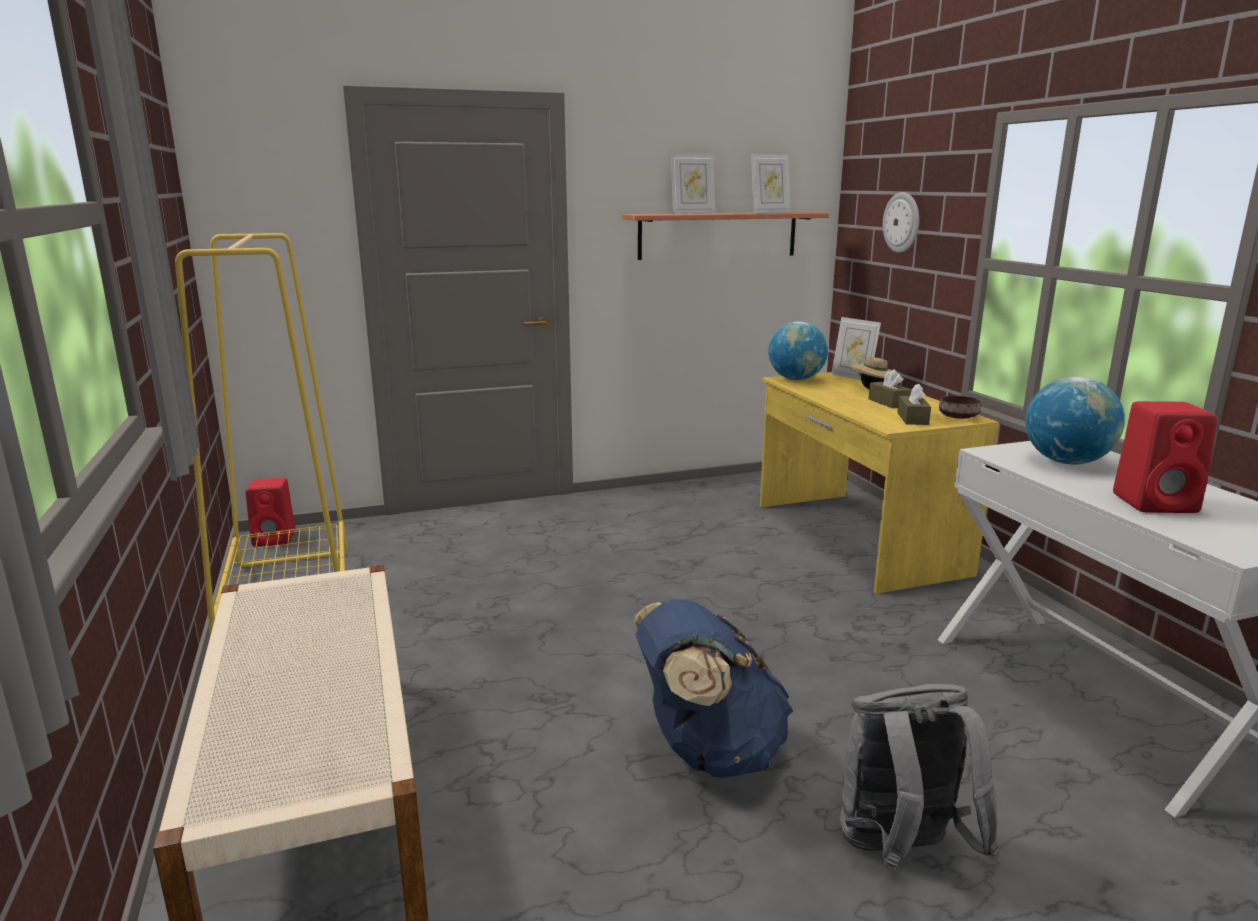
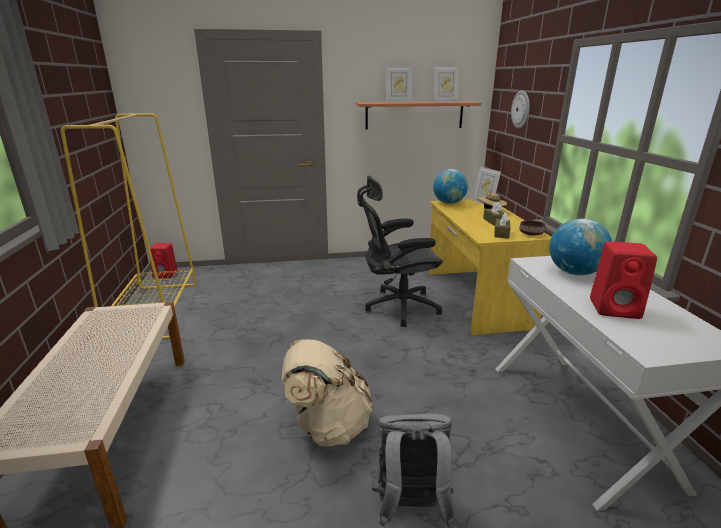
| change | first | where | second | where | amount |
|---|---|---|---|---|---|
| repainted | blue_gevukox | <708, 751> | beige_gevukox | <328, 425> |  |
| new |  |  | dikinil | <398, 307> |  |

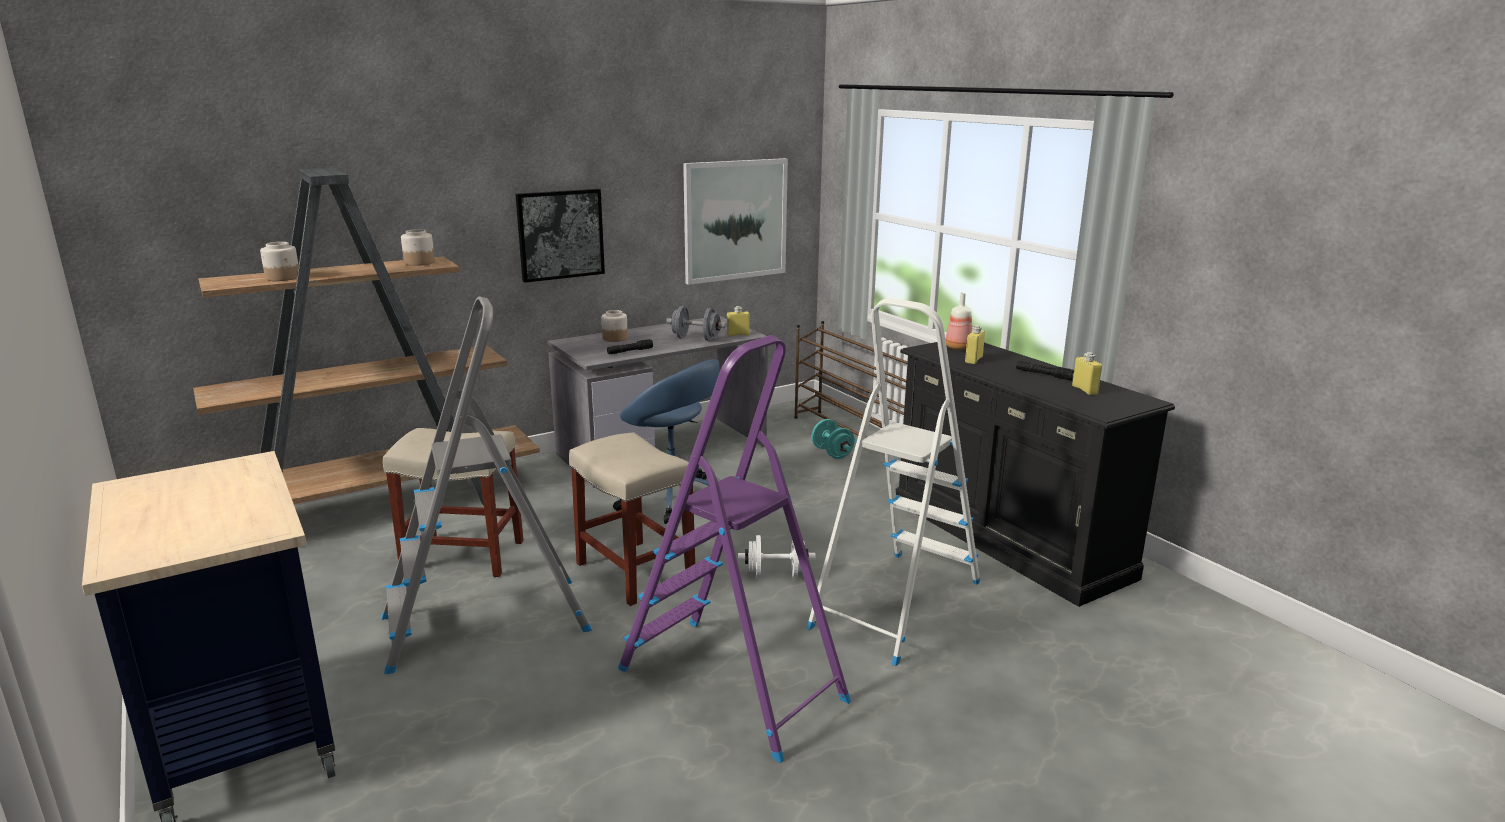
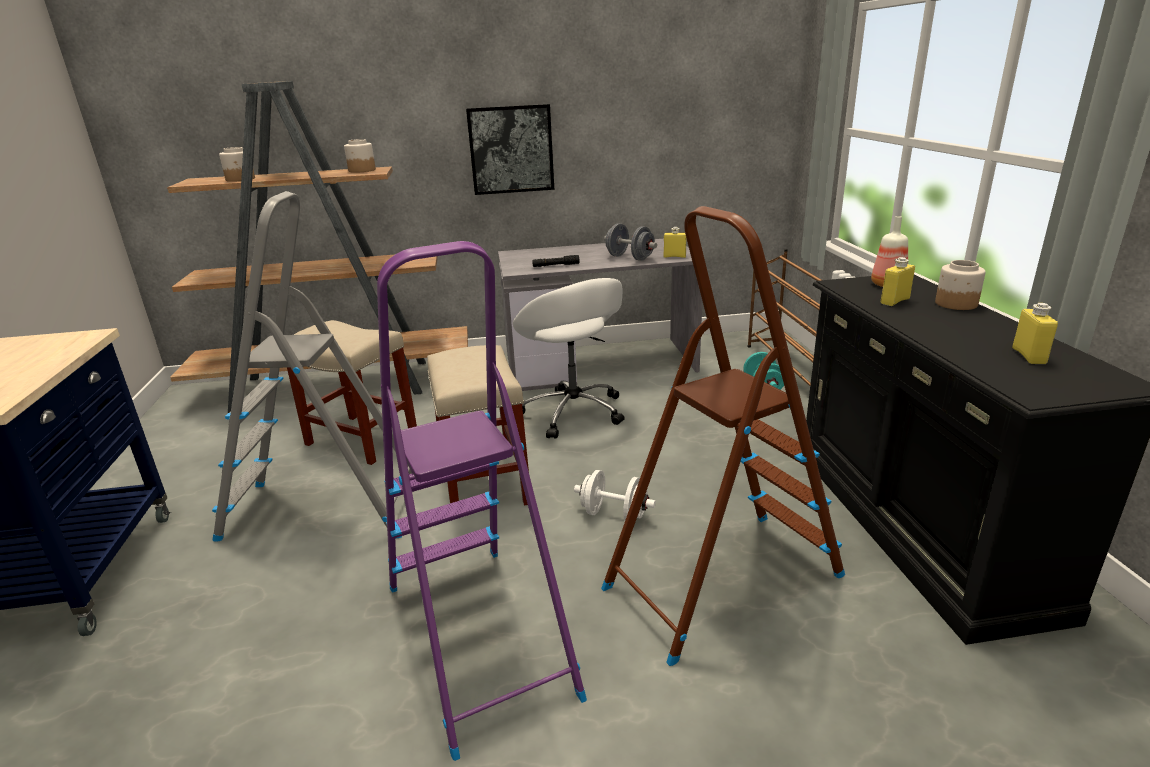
| change | first | where | second | where | amount |
|---|---|---|---|---|---|
| gone | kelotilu | <735, 220> |  |  |  |
| repainted | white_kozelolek | <897, 603> | brown_kozelolek | <724, 580> |  |
| shifted | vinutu | <614, 338> |  | <955, 304> |  |
| repainted | blue_dikinil | <673, 499> | white_dikinil | <573, 414> |  |
| gone | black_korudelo | <1044, 375> |  |  |  |

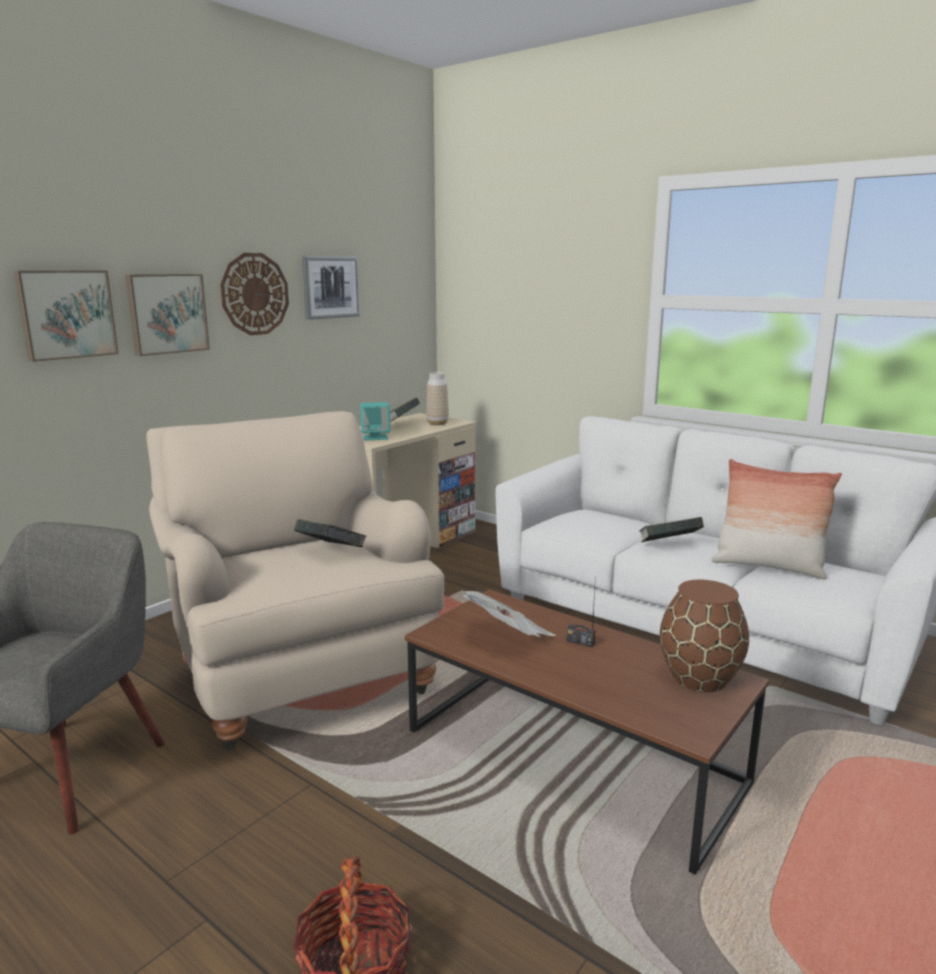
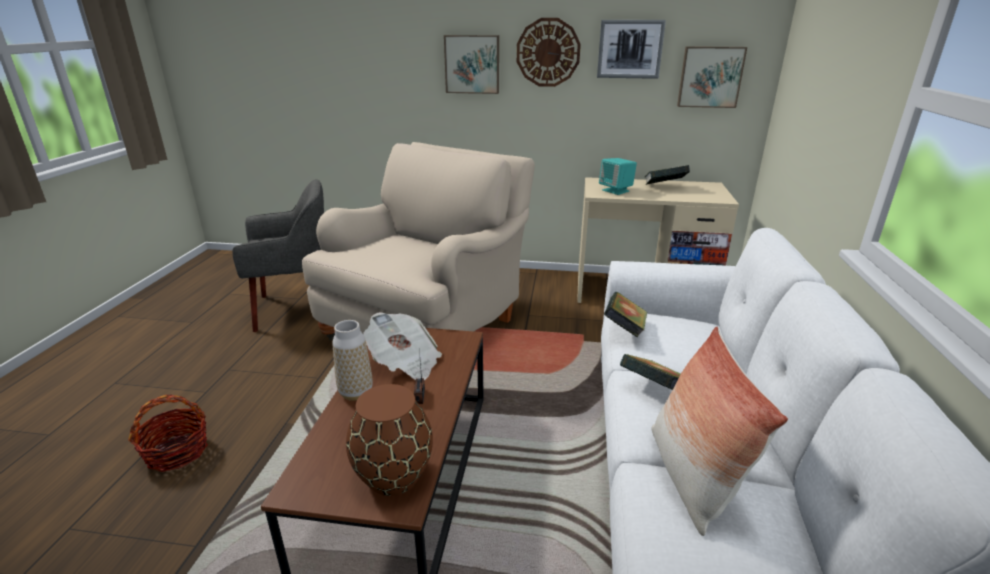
| change | first | where | second | where | amount |
|---|---|---|---|---|---|
| shifted | kelotilu | <66, 314> |  | <710, 77> |  |
| shifted | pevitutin | <437, 423> |  | <356, 393> |  |
| shifted | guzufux | <331, 553> |  | <624, 329> |  |

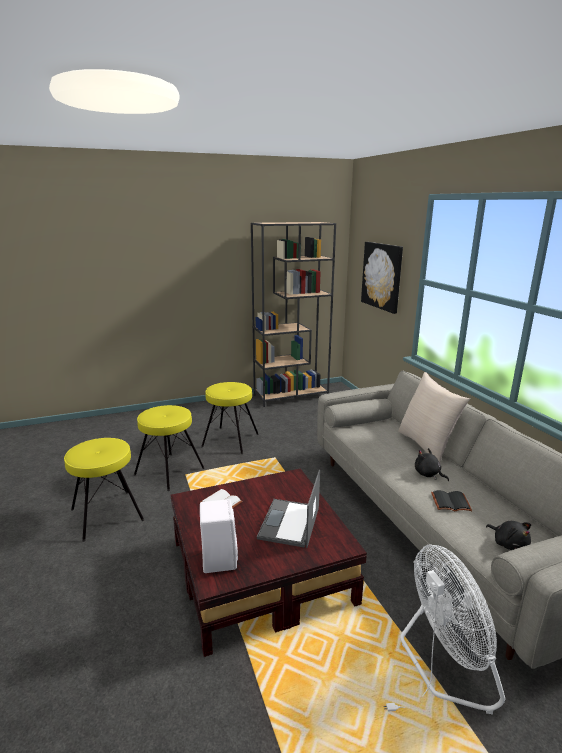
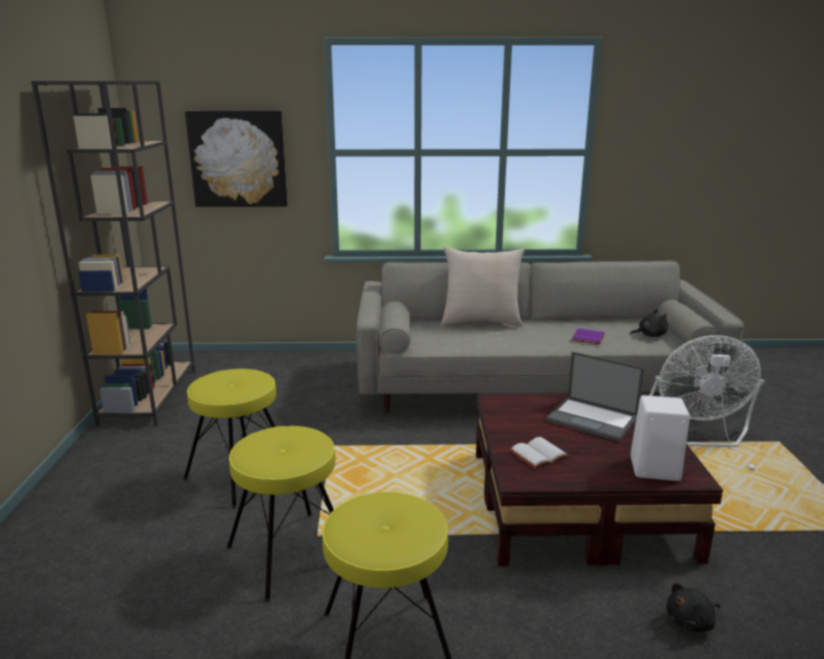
| change | first | where | second | where | amount |
|---|---|---|---|---|---|
| shifted | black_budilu | <428, 474> |  | <691, 622> |  |
| repainted | black_guzufux | <451, 502> | purple_guzufux | <587, 337> |  |

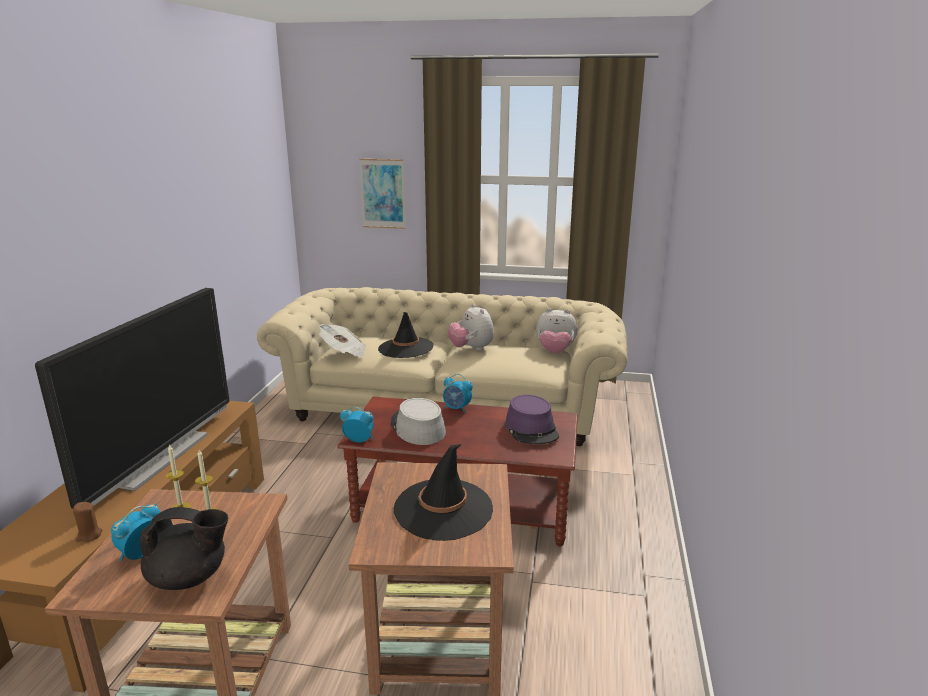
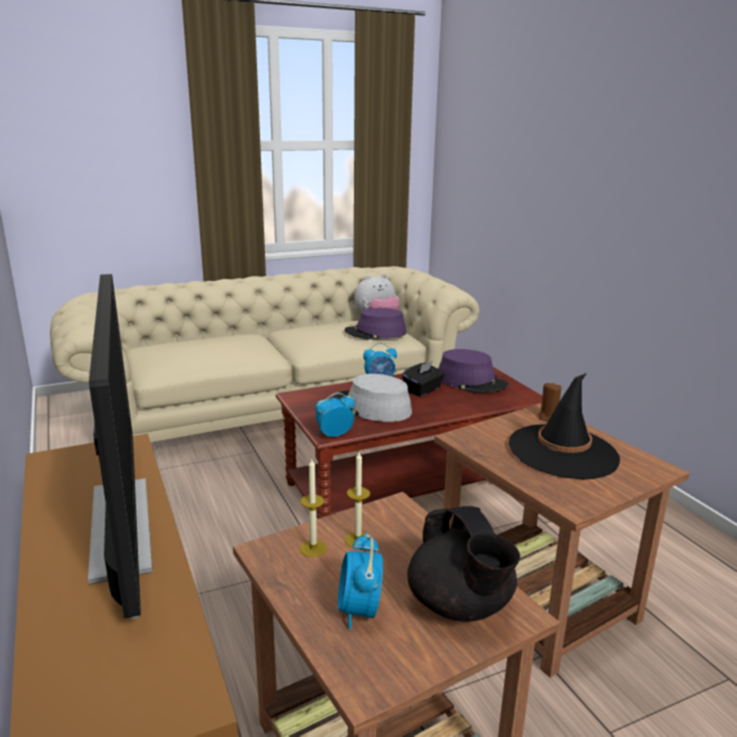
| change | first | where | second | where | amount |
|---|---|---|---|---|---|
| gone | kelotilu | <383, 193> |  |  |  |
| gone | budilu | <471, 349> |  |  |  |
| gone | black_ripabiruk | <405, 348> |  |  |  |
| gone | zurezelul | <344, 352> |  |  |  |
| shifted | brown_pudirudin | <89, 535> |  | <549, 417> |  |
| rotated | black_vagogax | <189, 578> |  | <460, 605> | 105 degrees clockwise |
| new |  |  | purple_ripabiruk | <375, 333> |  |
| new |  |  | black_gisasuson | <423, 390> |  |

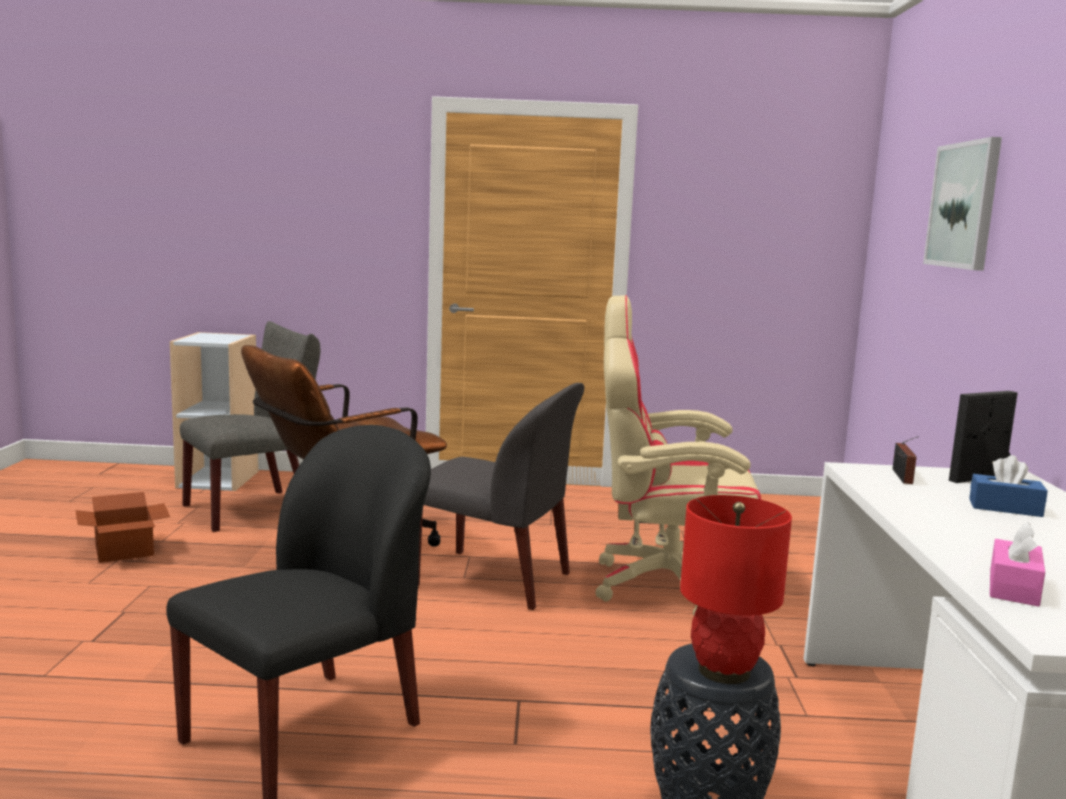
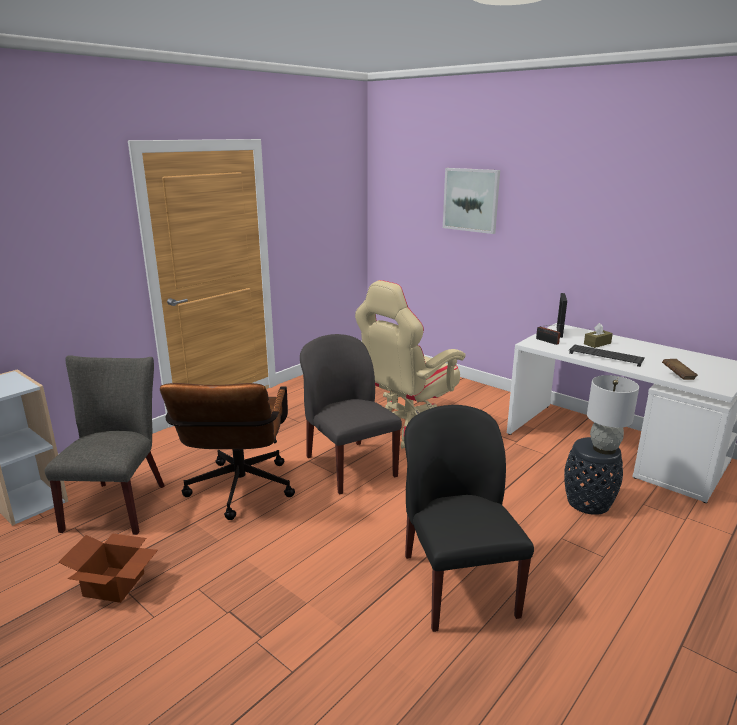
| change | first | where | second | where | amount |
|---|---|---|---|---|---|
| rotated | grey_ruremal | <496, 580> |  | <349, 466> | 90 degrees counterclockwise |
| repainted | blue_gisasuson | <1005, 508> | brown_gisasuson | <597, 343> |  |
| repainted | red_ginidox | <724, 671> | white_ginidox | <604, 449> |  |
| swapped | pink_gisasuson | <1013, 587> | brown_guzufux | <678, 376> |  |
| new |  |  | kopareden | <606, 356> |  |

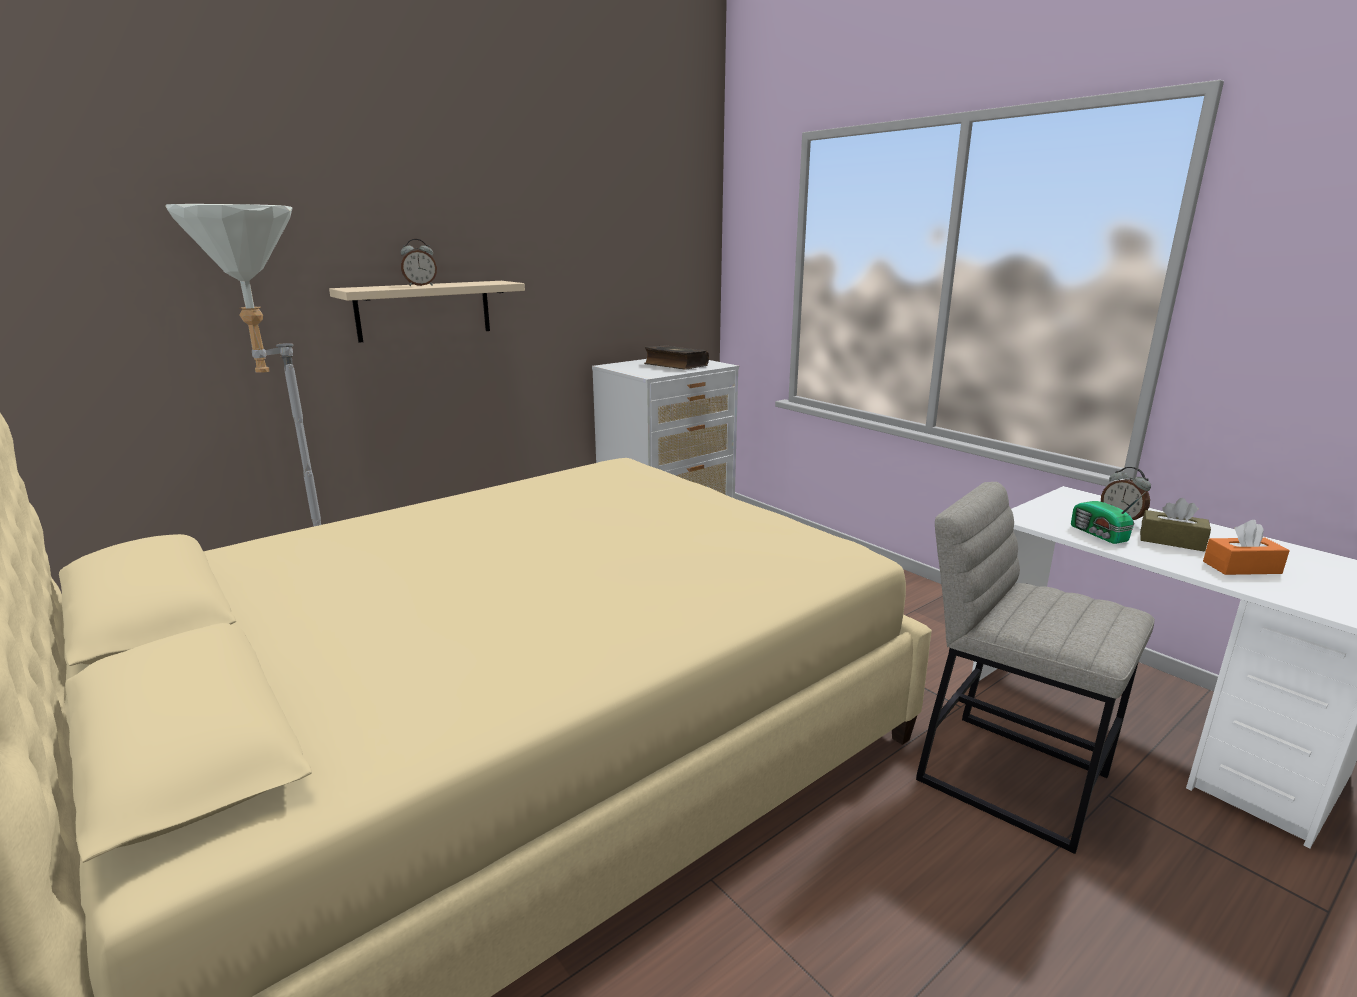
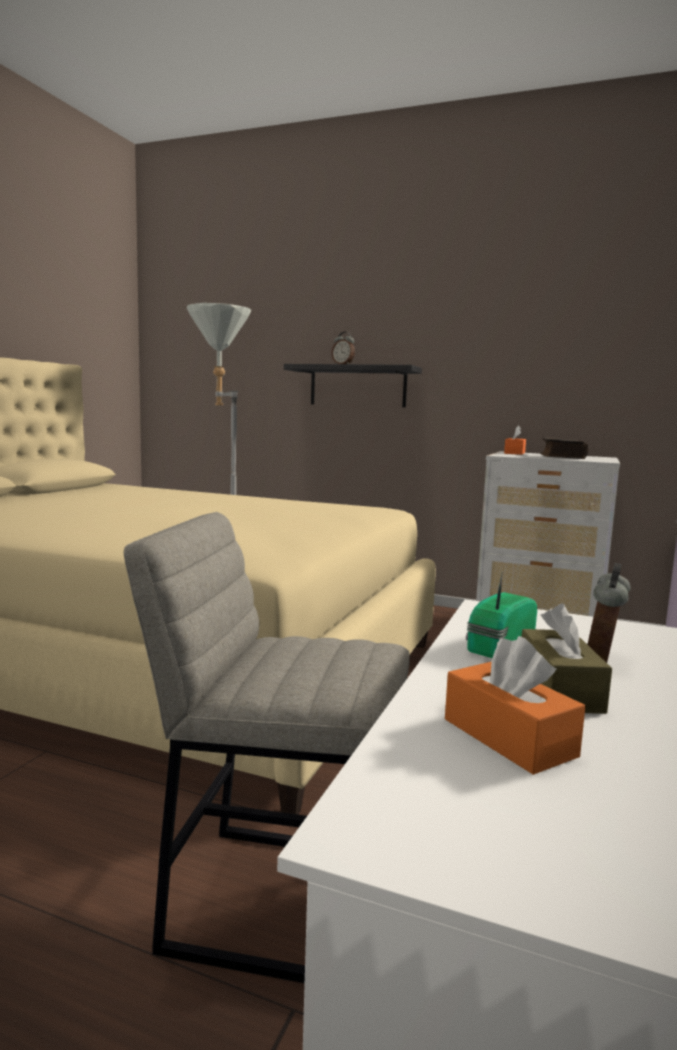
| change | first | where | second | where | amount |
|---|---|---|---|---|---|
| repainted | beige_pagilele | <424, 310> | black_pagilele | <358, 386> |  |
| rotated | grey_ruremal | <1007, 775> |  | <276, 900> | 90 degrees counterclockwise |
| new |  |  | orange_gisasuson | <514, 453> |  |

